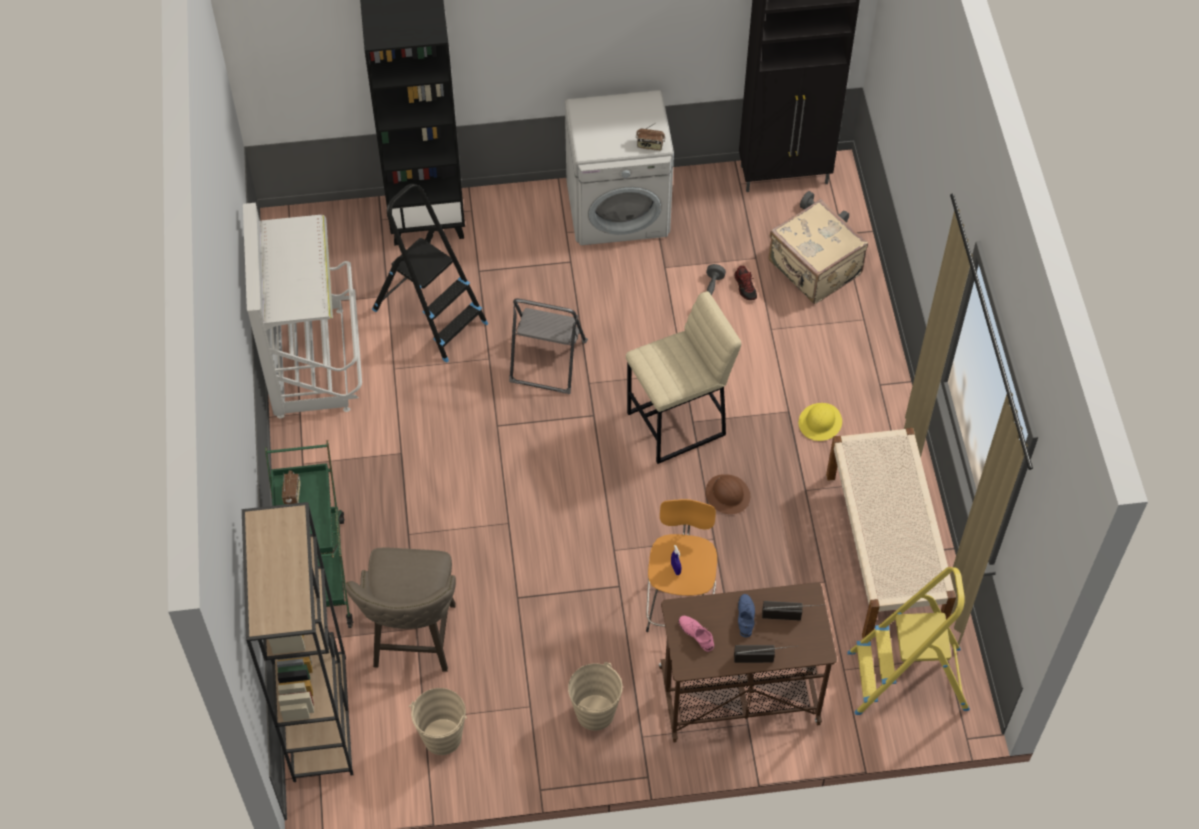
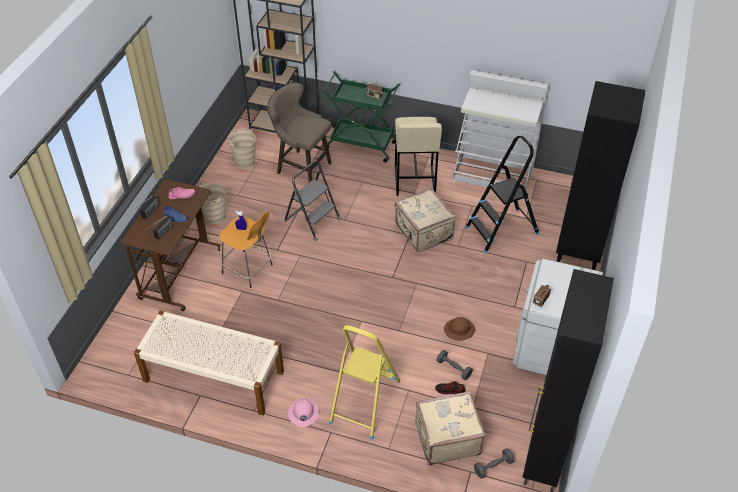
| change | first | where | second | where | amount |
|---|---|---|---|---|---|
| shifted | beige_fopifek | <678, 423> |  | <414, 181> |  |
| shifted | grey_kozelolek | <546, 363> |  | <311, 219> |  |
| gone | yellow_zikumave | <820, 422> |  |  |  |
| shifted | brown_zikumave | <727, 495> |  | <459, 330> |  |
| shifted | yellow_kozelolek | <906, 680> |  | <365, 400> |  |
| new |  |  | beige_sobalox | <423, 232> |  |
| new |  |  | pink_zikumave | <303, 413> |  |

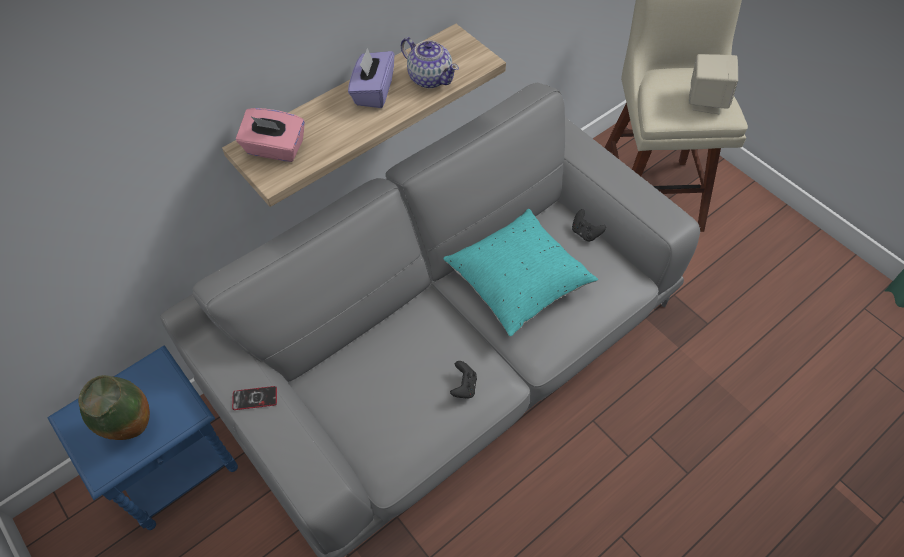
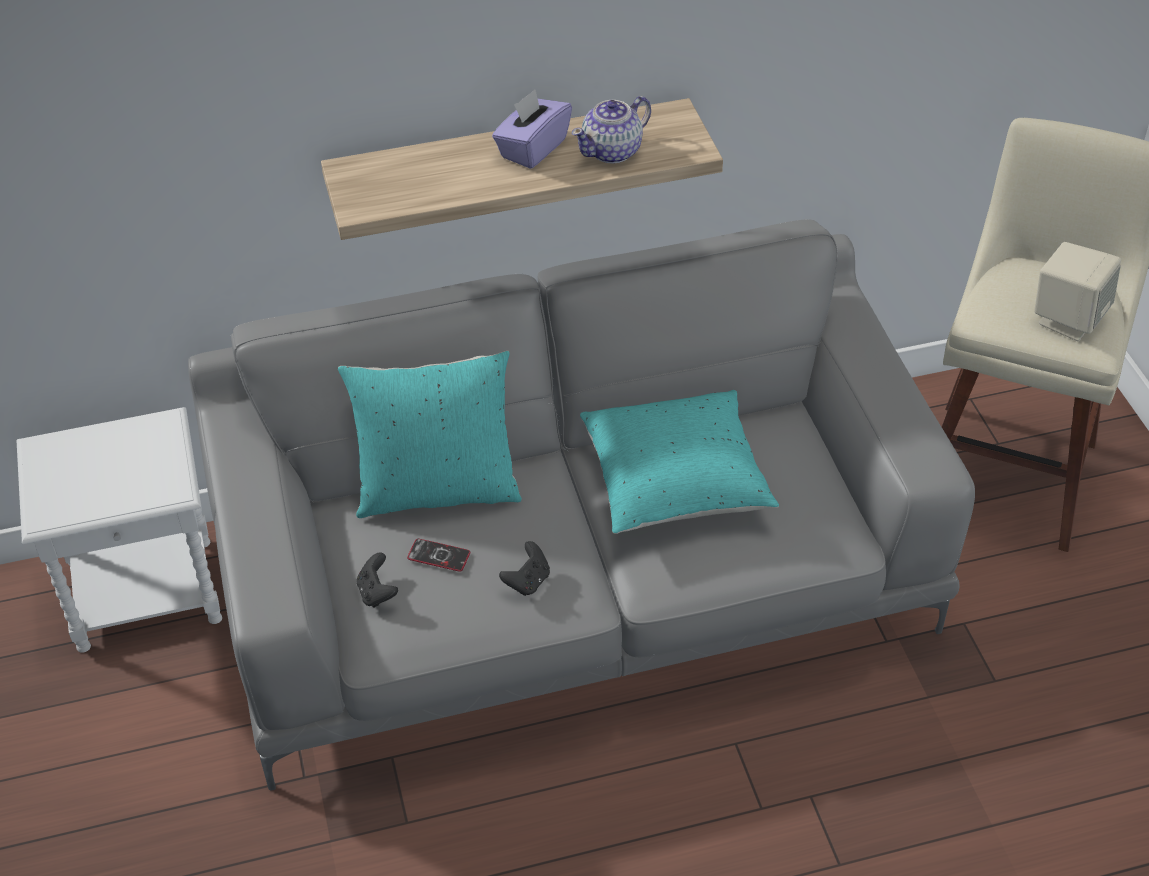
| change | first | where | second | where | amount |
|---|---|---|---|---|---|
| rotated | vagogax | <430, 77> |  | <612, 151> | 75 degrees clockwise |
| gone | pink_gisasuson | <275, 149> |  |  |  |
| shifted | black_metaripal | <585, 233> |  | <377, 593> |  |
| repainted | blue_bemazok | <174, 466> | white_bemazok | <145, 591> |  |
| gone | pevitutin | <134, 430> |  |  |  |
| shifted | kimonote | <255, 398> |  | <439, 556> |  |
| new |  |  | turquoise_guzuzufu | <437, 489> |  |

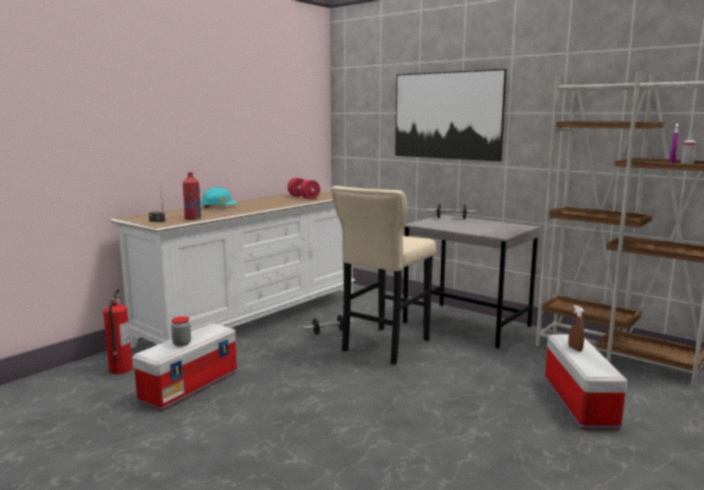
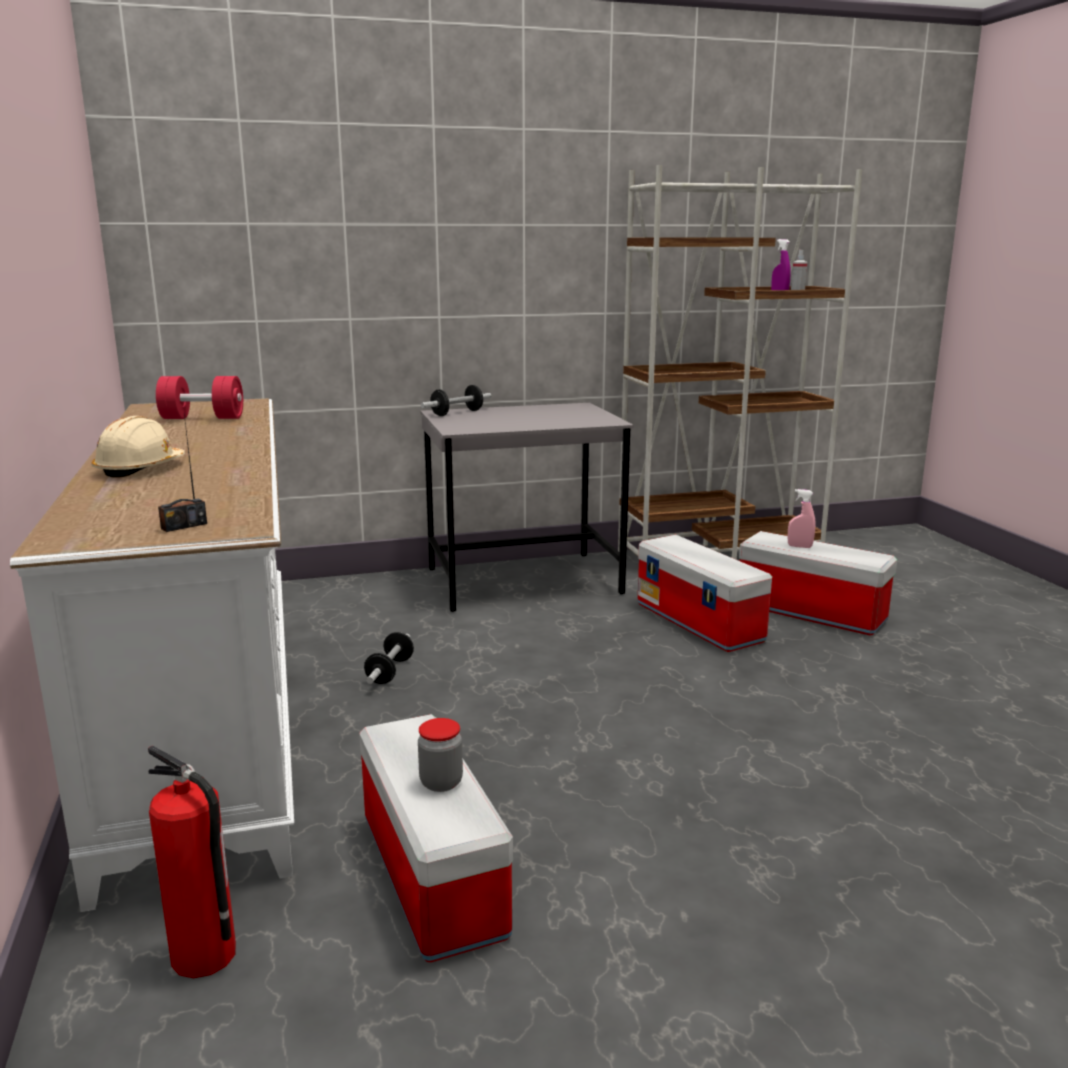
| change | first | where | second | where | amount |
|---|---|---|---|---|---|
| gone | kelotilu | <447, 115> |  |  |  |
| gone | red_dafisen | <193, 219> |  |  |  |
| gone | beige_fopifek | <384, 347> |  |  |  |
| repainted | turquoise_zikumave | <218, 207> | beige_zikumave | <140, 469> |  |
| repainted | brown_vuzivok | <575, 349> | pink_vuzivok | <799, 546> |  |
| new |  |  | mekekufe | <700, 623> |  |

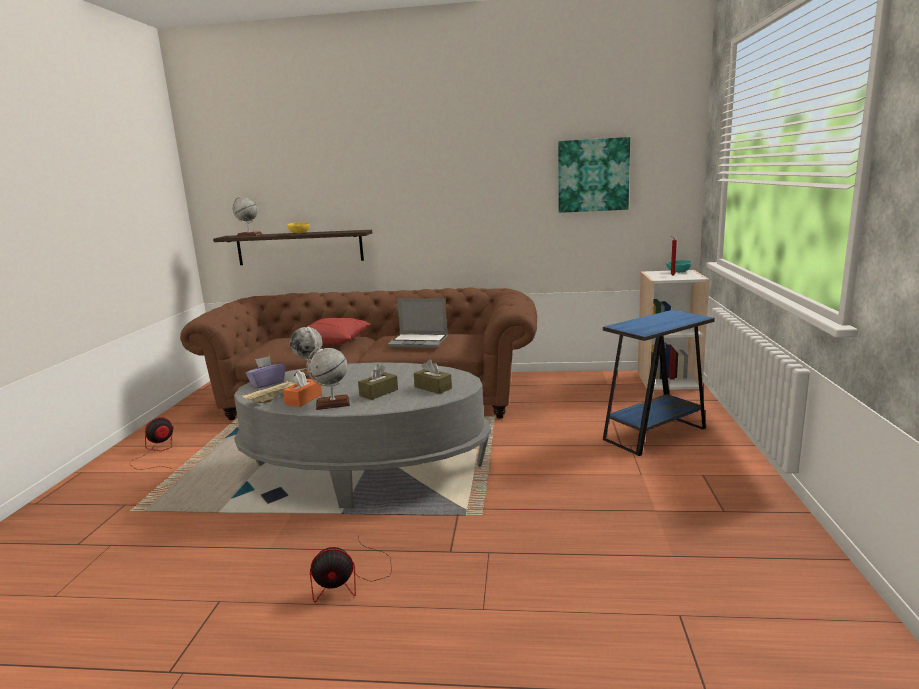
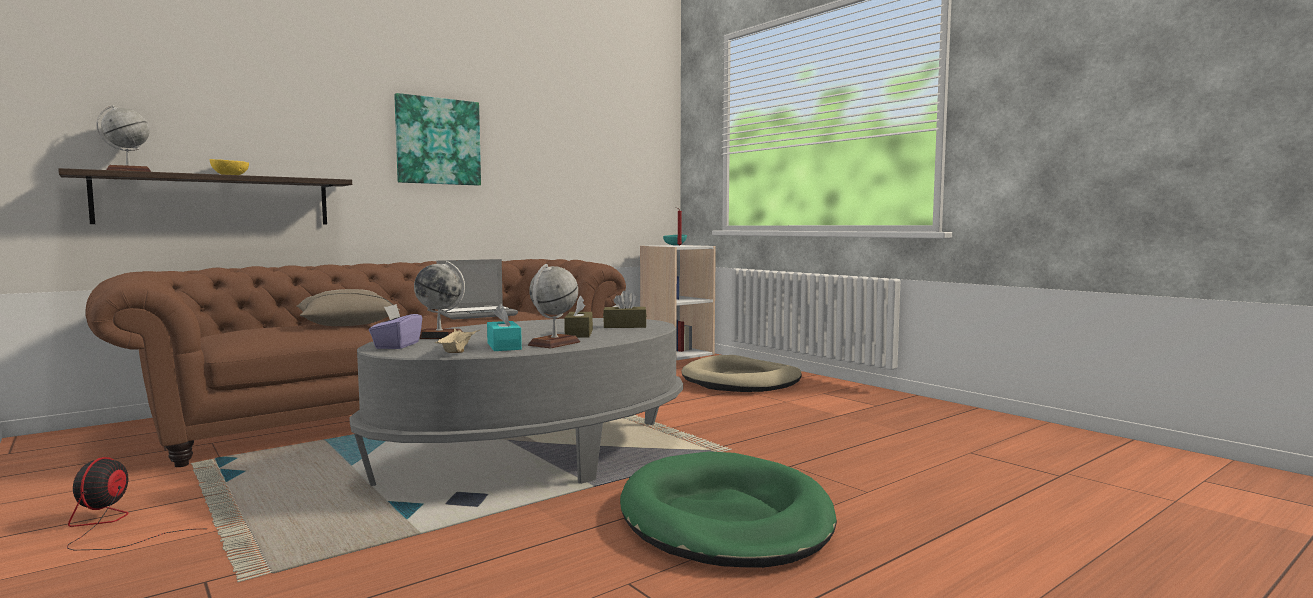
| change | first | where | second | where | amount |
|---|---|---|---|---|---|
| shifted | kelotilu | <593, 175> |  | <438, 141> |  |
| swapped | blue_bemazok | <654, 434> | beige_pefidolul | <742, 381> |  |
| repainted | red_guzuzufu | <335, 341> | beige_guzuzufu | <347, 324> |  |
| repainted | orange_gisasuson | <303, 399> | turquoise_gisasuson | <504, 346> |  |
| swapped | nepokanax | <350, 580> | green_pefidolul | <725, 518> |  |

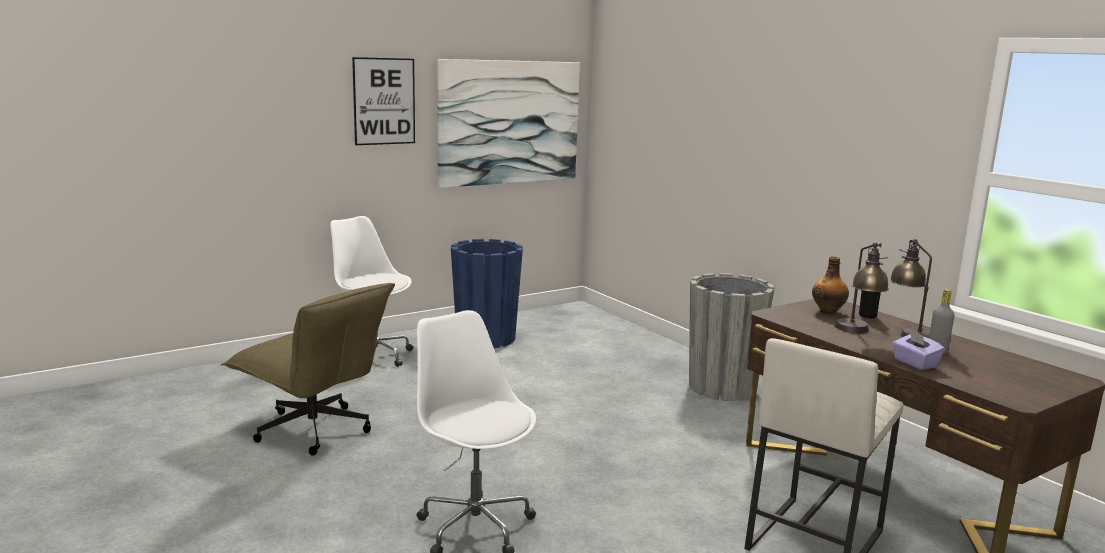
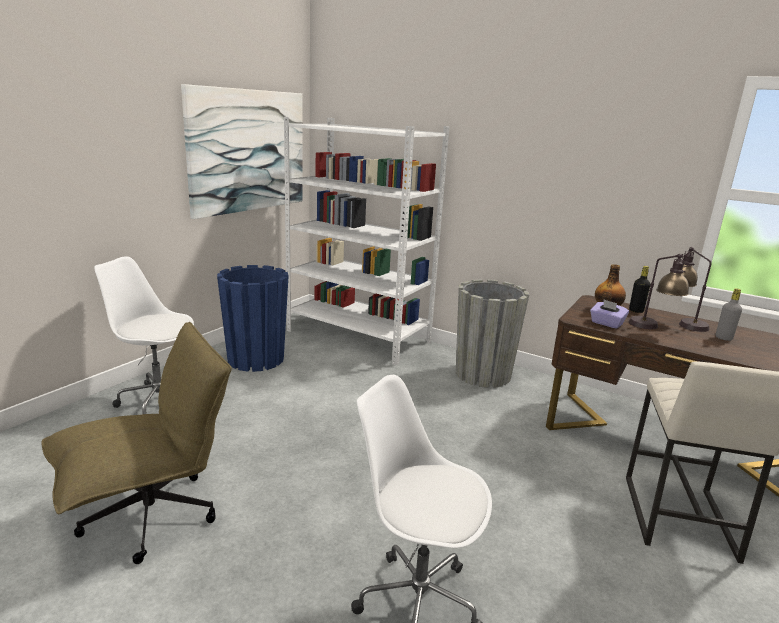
| change | first | where | second | where | amount |
|---|---|---|---|---|---|
| gone | kelotilu | <384, 101> |  |  |  |
| rotated | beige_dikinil | <312, 429> |  | <148, 516> | 45 degrees counterclockwise |
| shifted | purple_gisasuson | <914, 363> |  | <606, 323> |  |
| new |  |  | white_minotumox | <358, 336> |  |

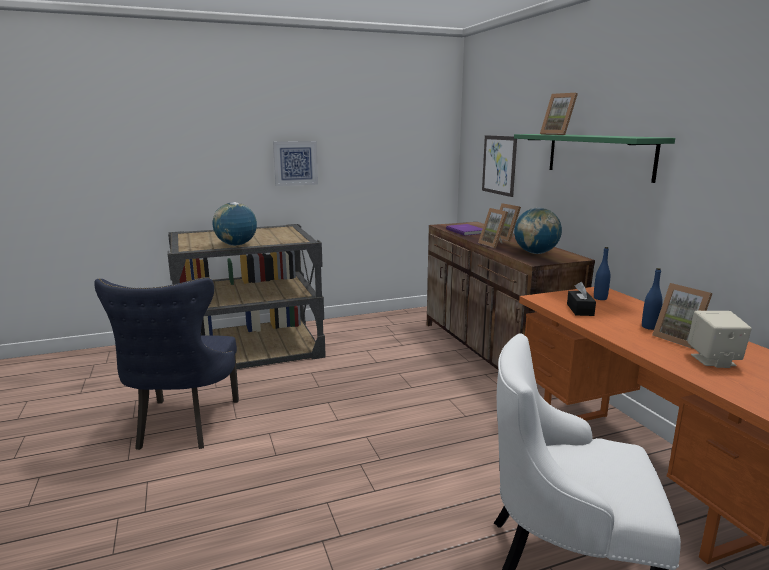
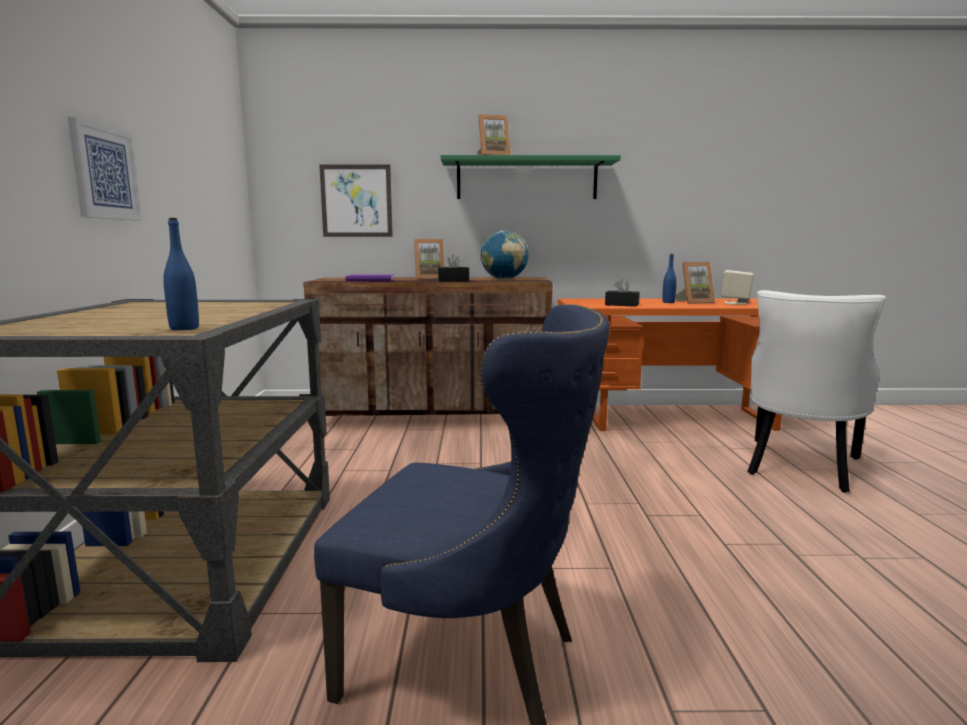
| change | first | where | second | where | amount |
|---|---|---|---|---|---|
| gone | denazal | <236, 245> |  |  |  |
| swapped | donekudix | <494, 245> | black_gisasuson | <453, 280> |  |
| shifted | blue_dafisen | <600, 298> |  | <184, 328> |  |

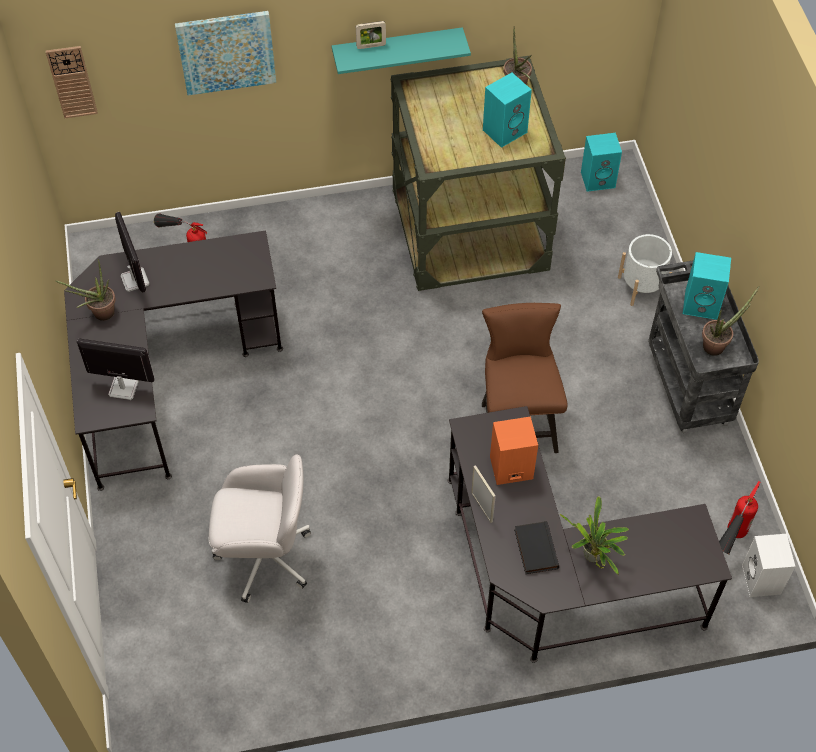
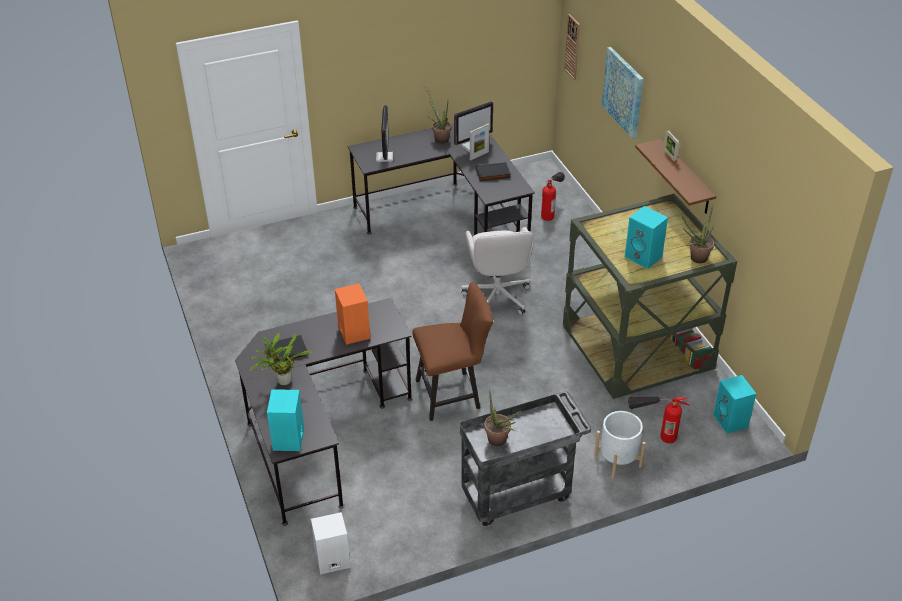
| change | first | where | second | where | amount |
|---|---|---|---|---|---|
| repainted | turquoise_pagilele | <397, 49> | brown_pagilele | <686, 178> |  |
| shifted | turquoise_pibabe | <702, 304> |  | <289, 439> |  |
| shifted | white_dikinil | <265, 558> |  | <497, 297> |  |
| shifted | donekudix | <482, 507> |  | <479, 156> |  |
| shifted | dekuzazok | <728, 544> |  | <653, 433> |  |
| new |  |  | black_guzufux | <493, 174> |  |

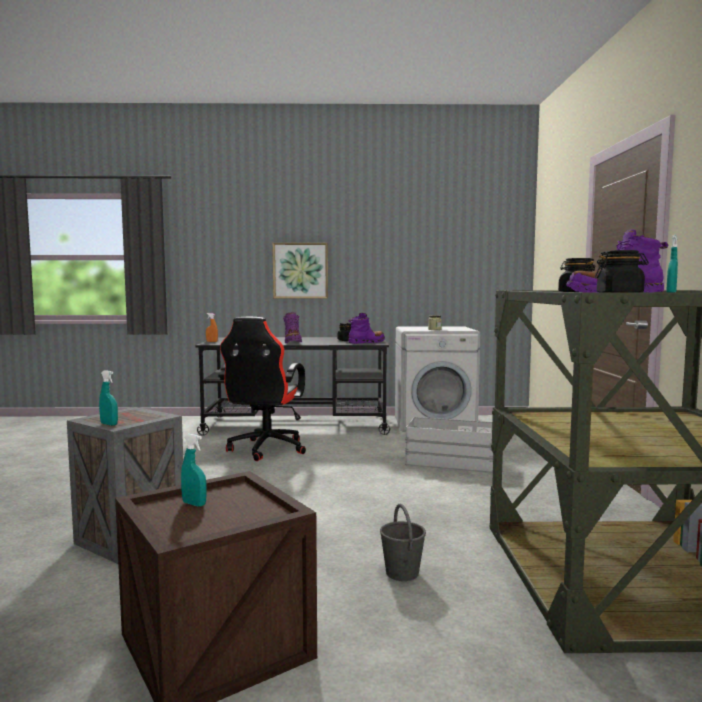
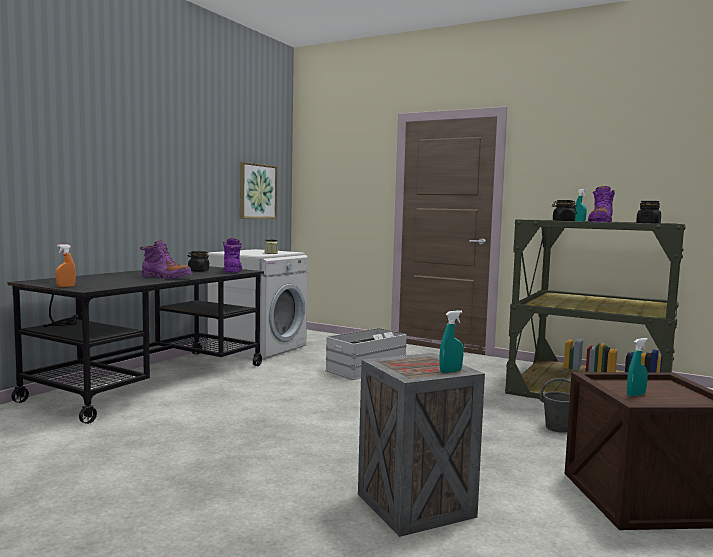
| change | first | where | second | where | amount |
|---|---|---|---|---|---|
| shifted | kelotilu | <300, 270> |  | <257, 191> |  |
| gone | black_dikinil | <264, 451> |  |  |  |

